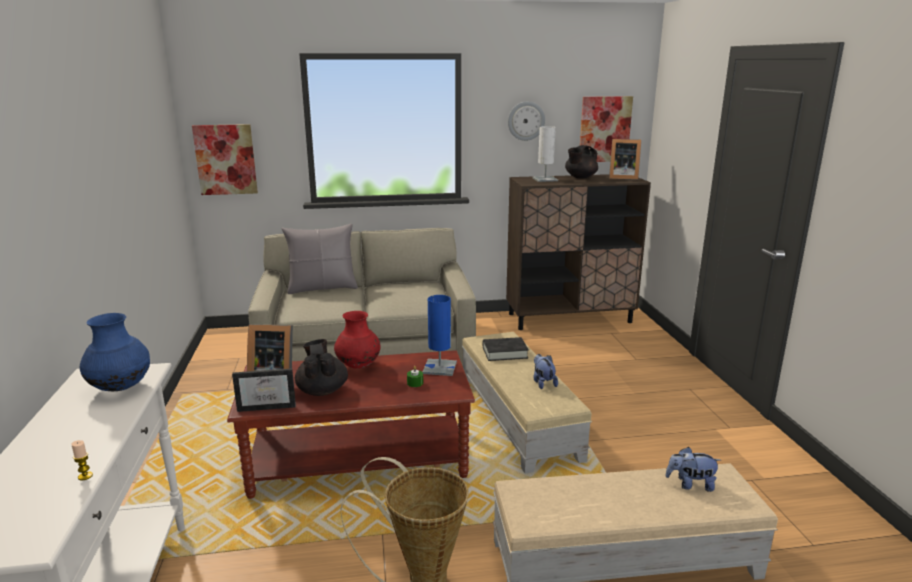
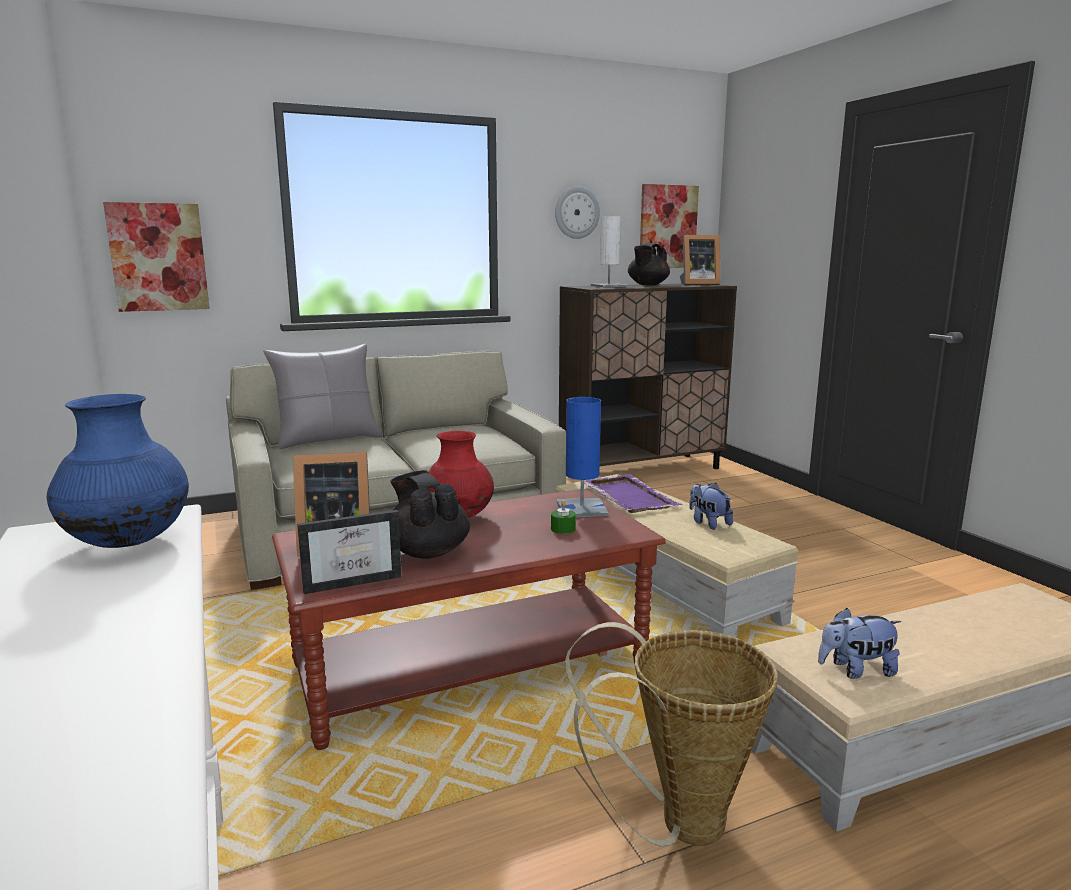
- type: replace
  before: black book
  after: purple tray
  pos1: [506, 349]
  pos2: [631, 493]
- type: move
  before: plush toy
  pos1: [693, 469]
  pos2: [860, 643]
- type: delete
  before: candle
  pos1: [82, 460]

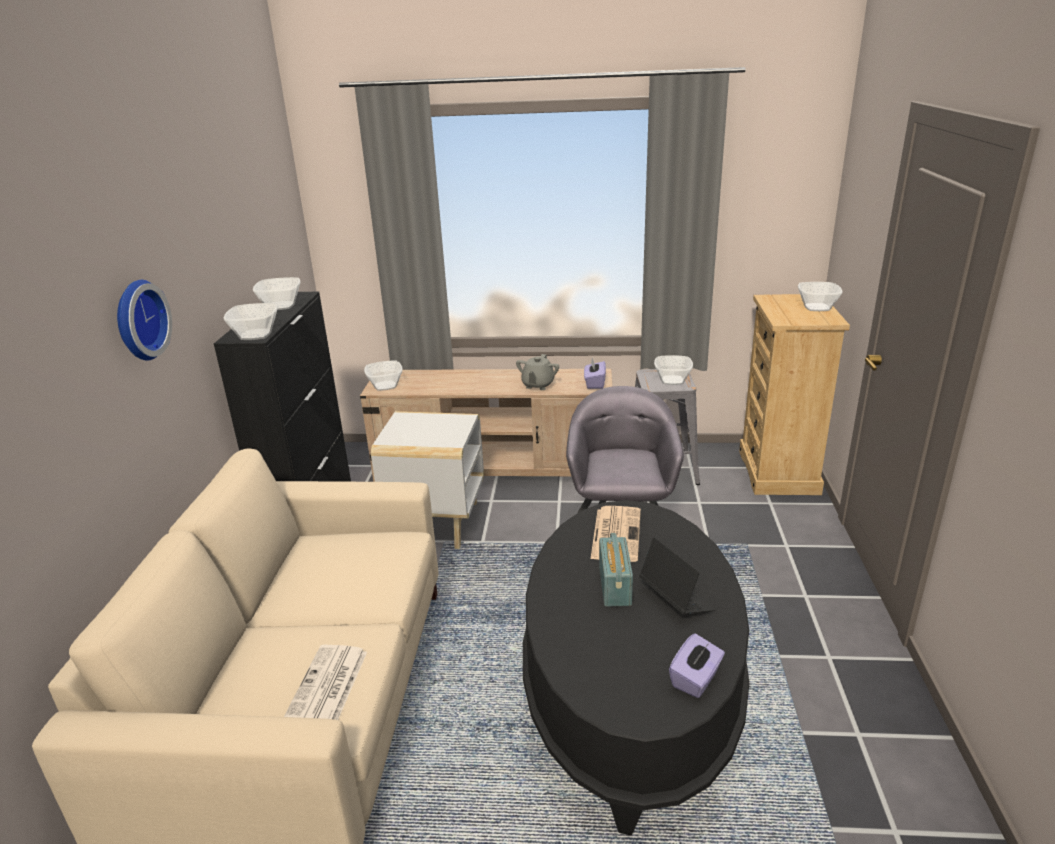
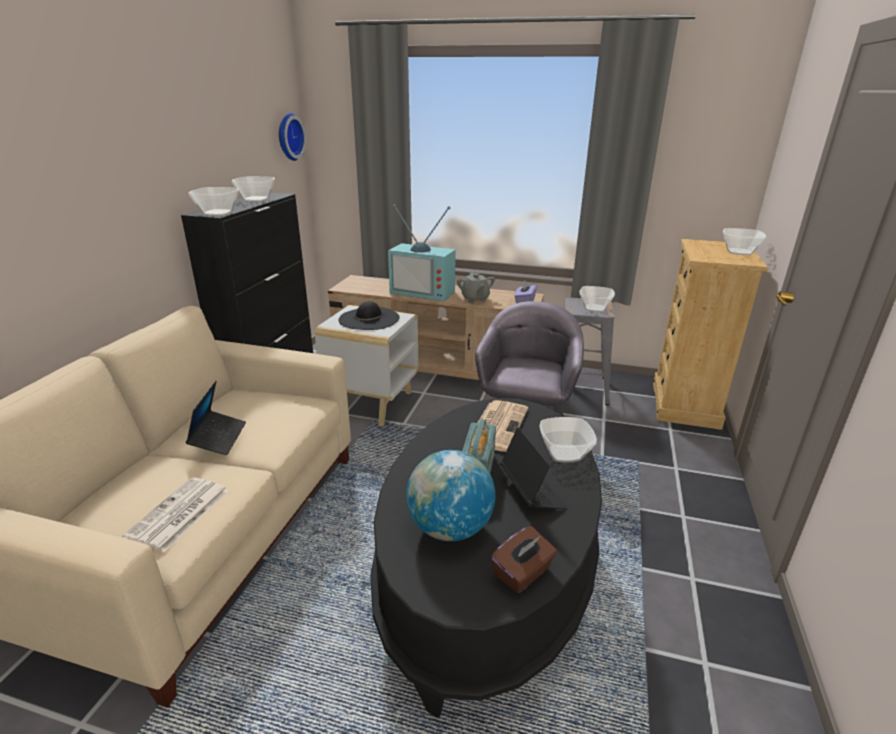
- type: insert
  after: laptop
  pos2: [216, 418]
- type: move
  before: wall clock
  pos1: [144, 320]
  pos2: [292, 137]
- type: insert
  after: black hat
  pos2: [369, 315]
- type: insert
  after: television
  pos2: [422, 252]
- type: insert
  after: globe
  pos2: [450, 495]
- type: rotate
  before: grey teapot
  pos1: [537, 372]
  pos2: [476, 288]
  turn: -45
- type: recolor
  before: purple tissue box
  after: brown tissue box
  pos1: [697, 665]
  pos2: [524, 559]
- type: move
  before: bowl
  pos1: [383, 376]
  pos2: [568, 440]

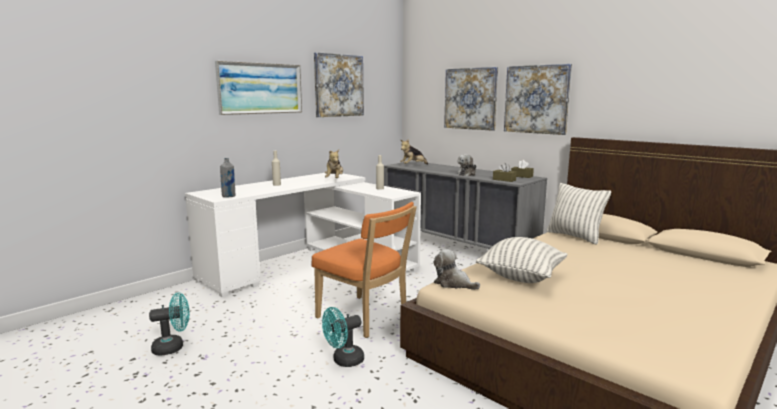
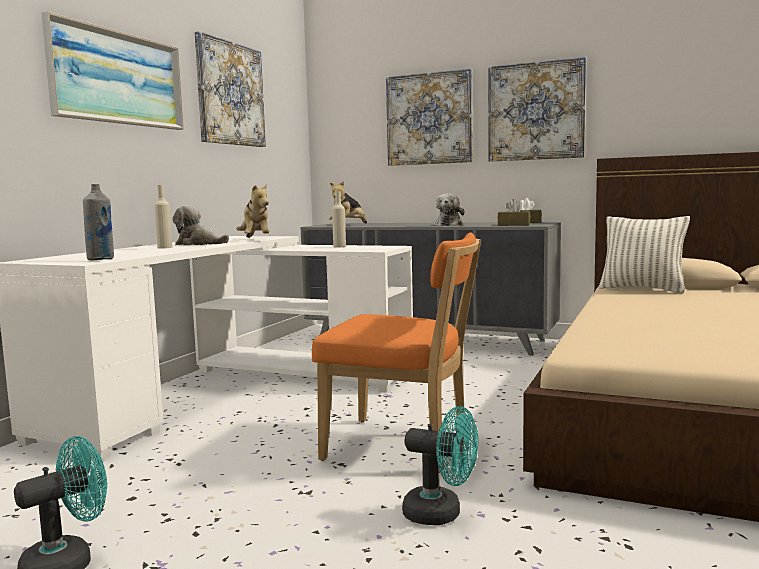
- type: move
  before: plush toy
  pos1: [457, 269]
  pos2: [200, 225]
- type: rotate
  before: turquoise fan
  pos1: [343, 337]
  pos2: [440, 465]
  turn: -105
- type: delete
  before: pillow
  pos1: [522, 260]

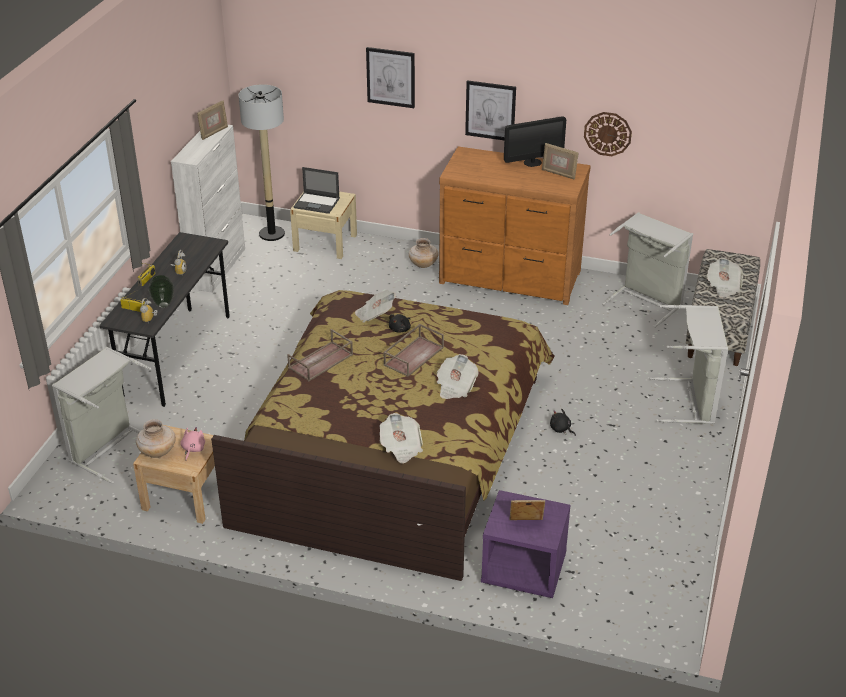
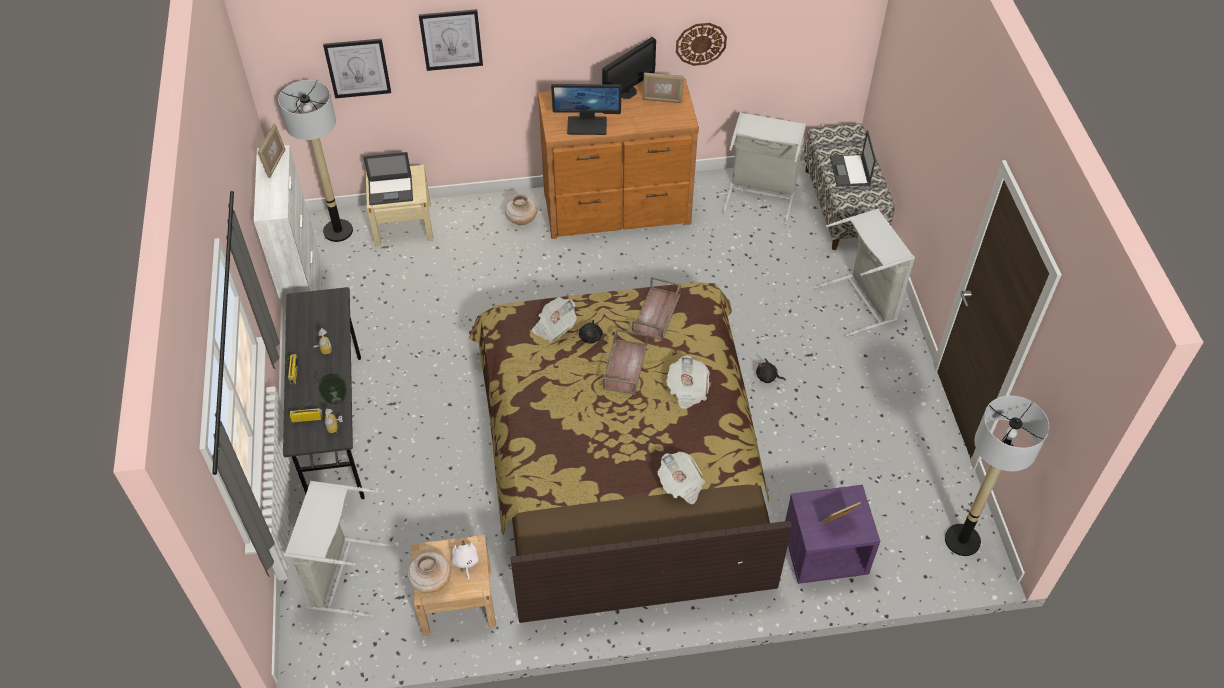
- type: move
  before: picture
  pos1: [490, 110]
  pos2: [357, 68]
- type: recolor
  before: pink plush toy
  after: white plush toy
  pos1: [192, 443]
  pos2: [465, 560]
- type: insert
  after: monitor
  pos2: [586, 109]
- type: move
  before: brown tray
  pos1: [320, 355]
  pos2: [656, 308]
- type: replace
  before: newspaper
  after: laptop
  pos1: [724, 278]
  pos2: [853, 158]
- type: insert
  after: floor lamp
  pos2: [997, 476]

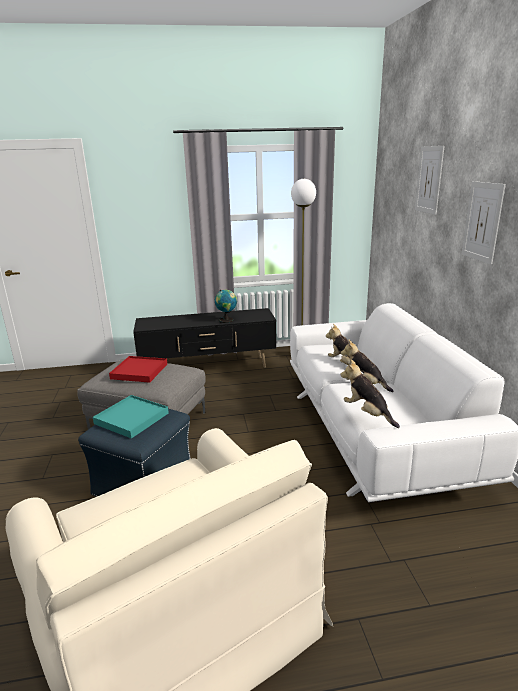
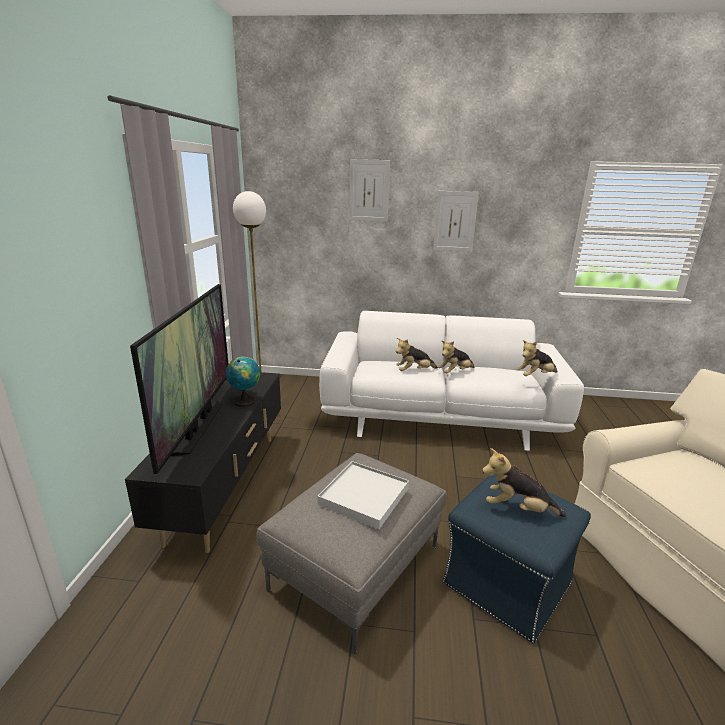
- type: insert
  after: television
  pos2: [179, 379]
- type: recolor
  before: red tray
  after: white tray
  pos1: [138, 369]
  pos2: [363, 495]
- type: replace
  before: turquoise tray
  after: plush toy
  pos1: [131, 417]
  pos2: [524, 482]

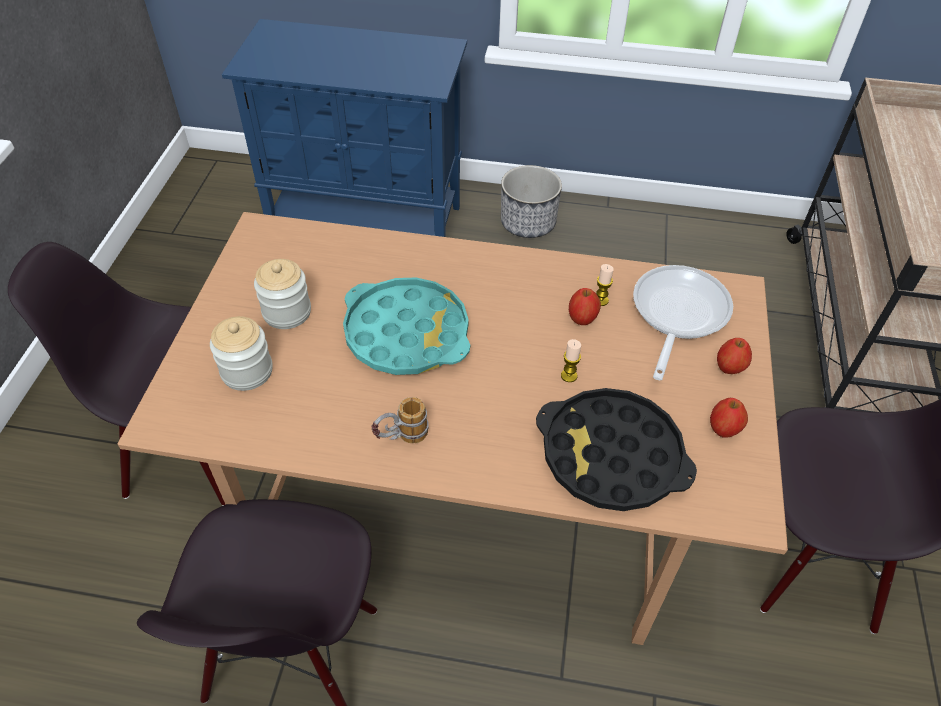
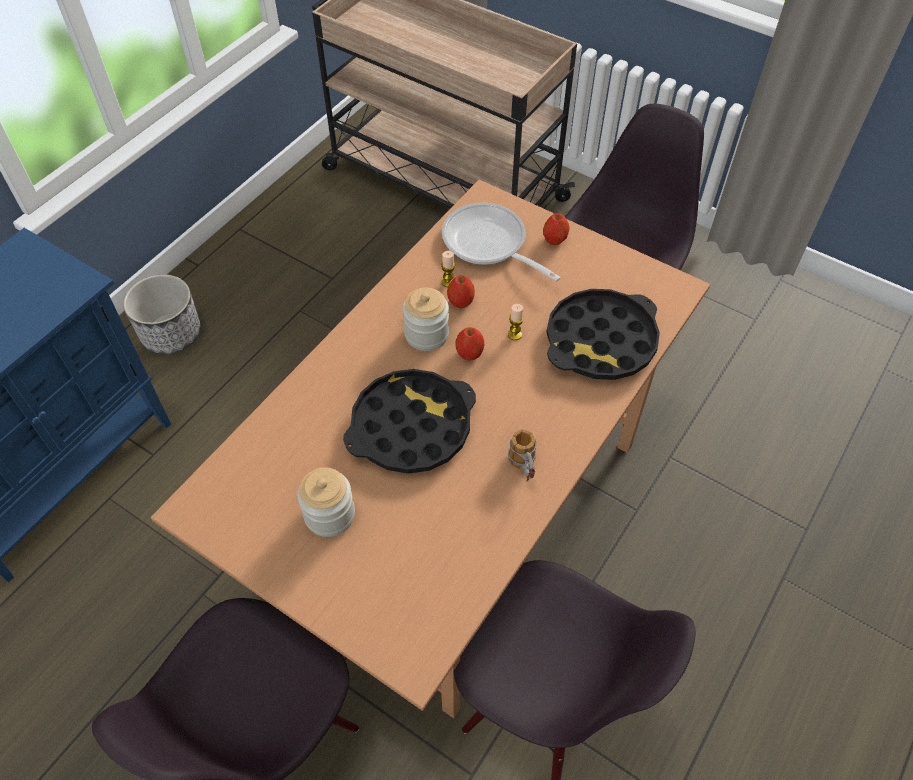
- type: recolor
  before: turquoise tray
  after: black tray
  pos1: [406, 326]
  pos2: [409, 421]
- type: move
  before: jar
  pos1: [241, 353]
  pos2: [426, 319]
- type: move
  before: apple
  pos1: [729, 418]
  pos2: [469, 344]

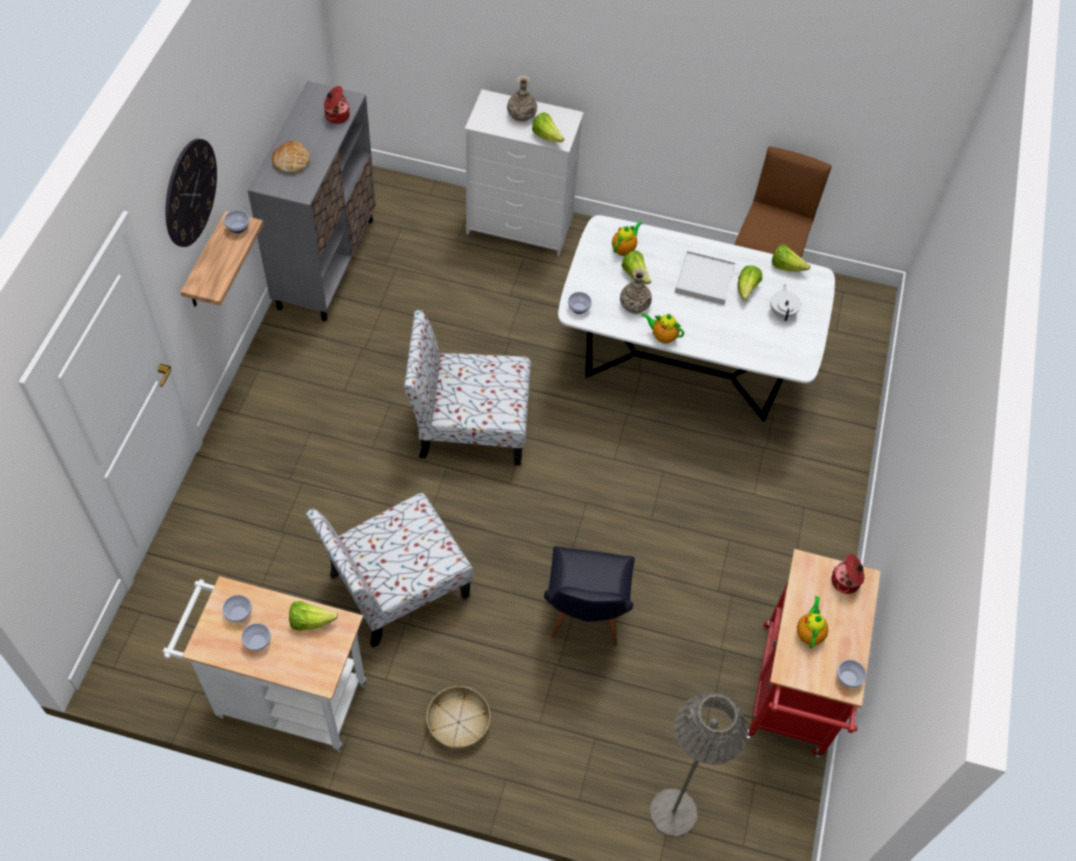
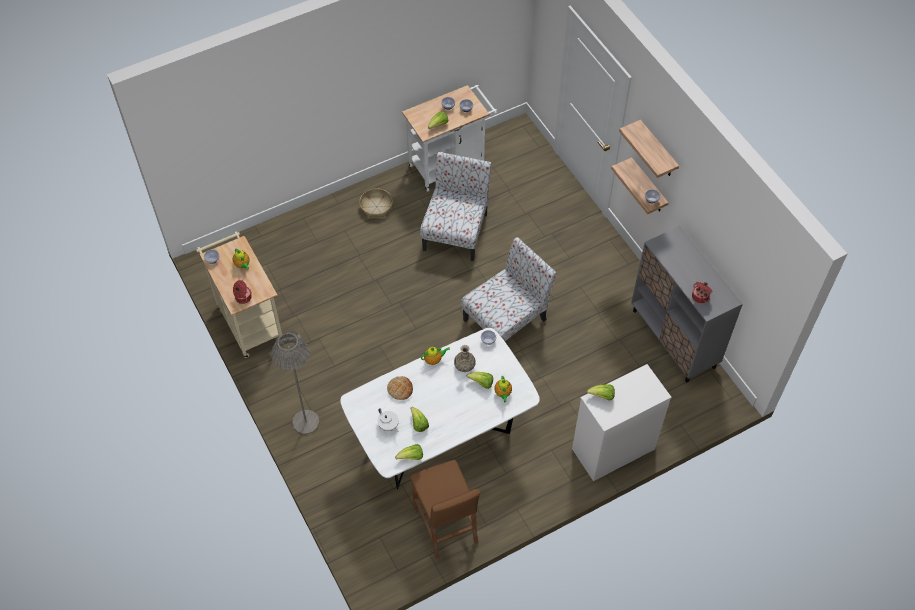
- type: recolor
  before: red cart
  after: beige cart
  pos1: [814, 653]
  pos2: [239, 294]
- type: move
  before: grey floor lamp
  pos1: [698, 764]
  pos2: [295, 382]
- type: move
  before: bread
  pos1: [291, 157]
  pos2: [400, 388]
- type: replace
  before: wall clock
  after: shelf
  pos1: [191, 193]
  pos2: [649, 149]
- type: delete
  before: vase
  pos1: [522, 98]
- type: delete
  before: black chair
  pos1: [589, 596]
- type: delete
  before: white tray
  pos1: [705, 278]

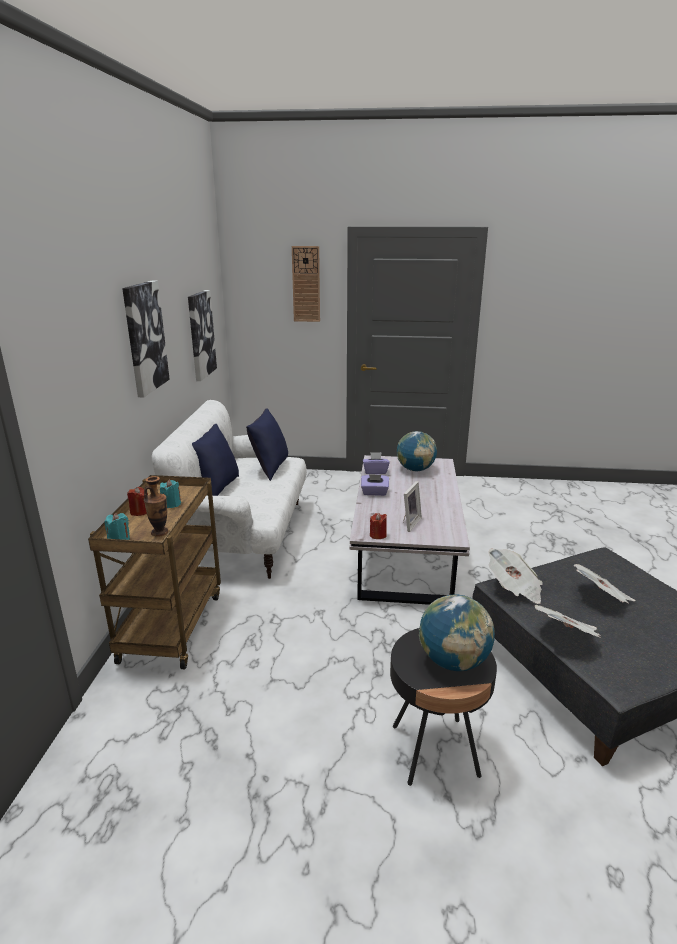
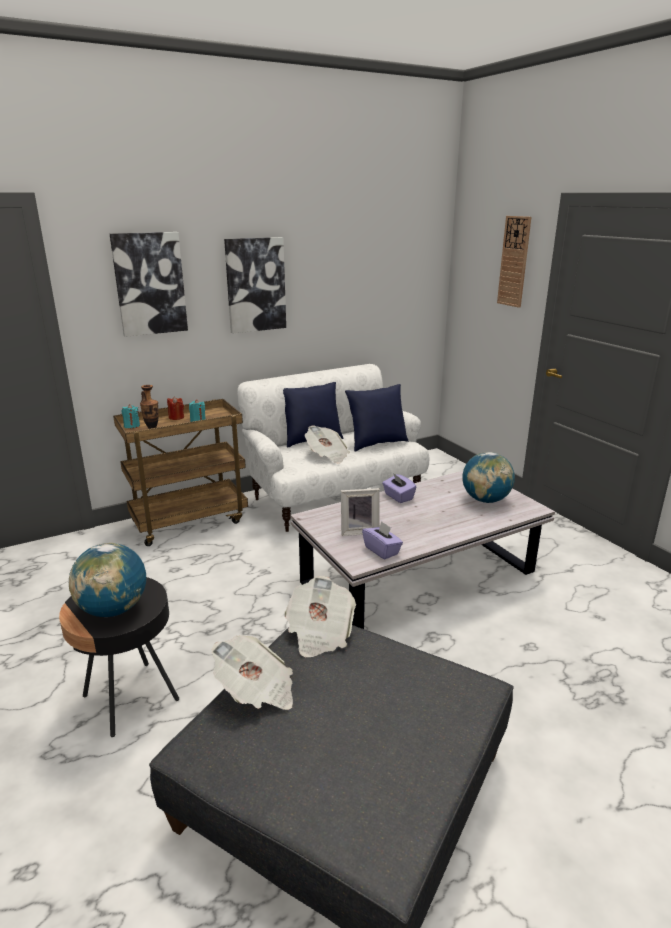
- type: move
  before: picture
  pos1: [202, 335]
  pos2: [149, 284]
- type: move
  before: newspaper
  pos1: [604, 583]
  pos2: [327, 445]
- type: move
  before: purple tissue box
  pos1: [376, 463]
  pos2: [382, 540]
- type: delete
  before: red candle
  pos1: [378, 526]

